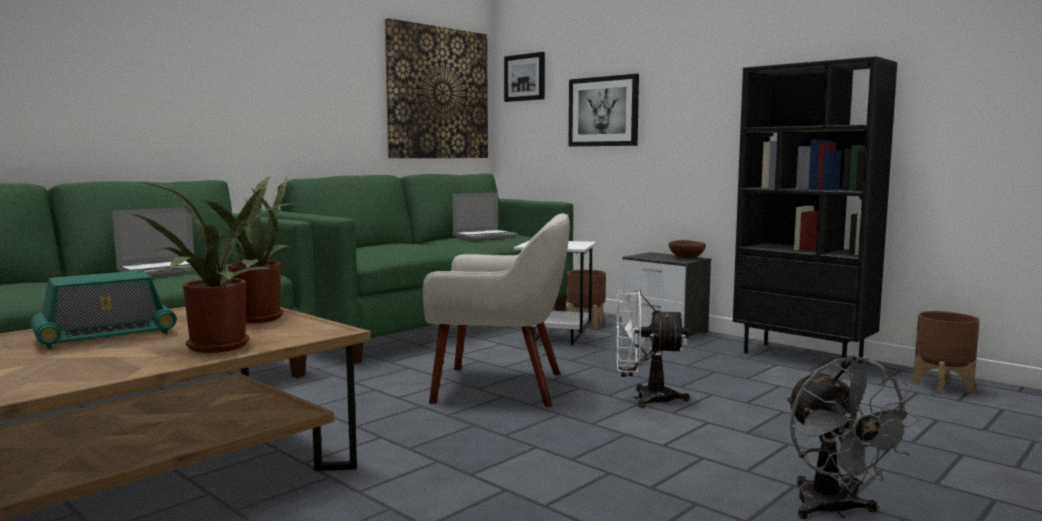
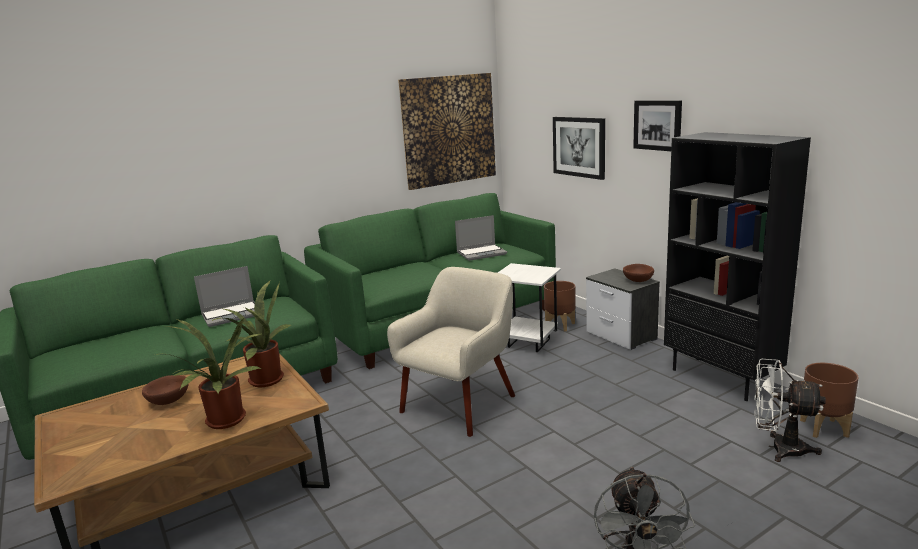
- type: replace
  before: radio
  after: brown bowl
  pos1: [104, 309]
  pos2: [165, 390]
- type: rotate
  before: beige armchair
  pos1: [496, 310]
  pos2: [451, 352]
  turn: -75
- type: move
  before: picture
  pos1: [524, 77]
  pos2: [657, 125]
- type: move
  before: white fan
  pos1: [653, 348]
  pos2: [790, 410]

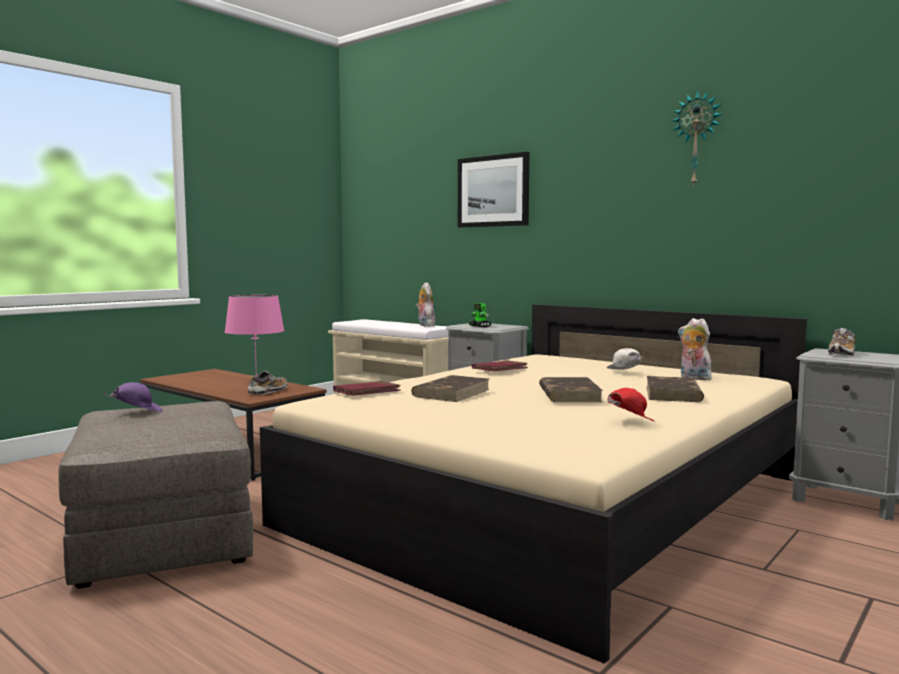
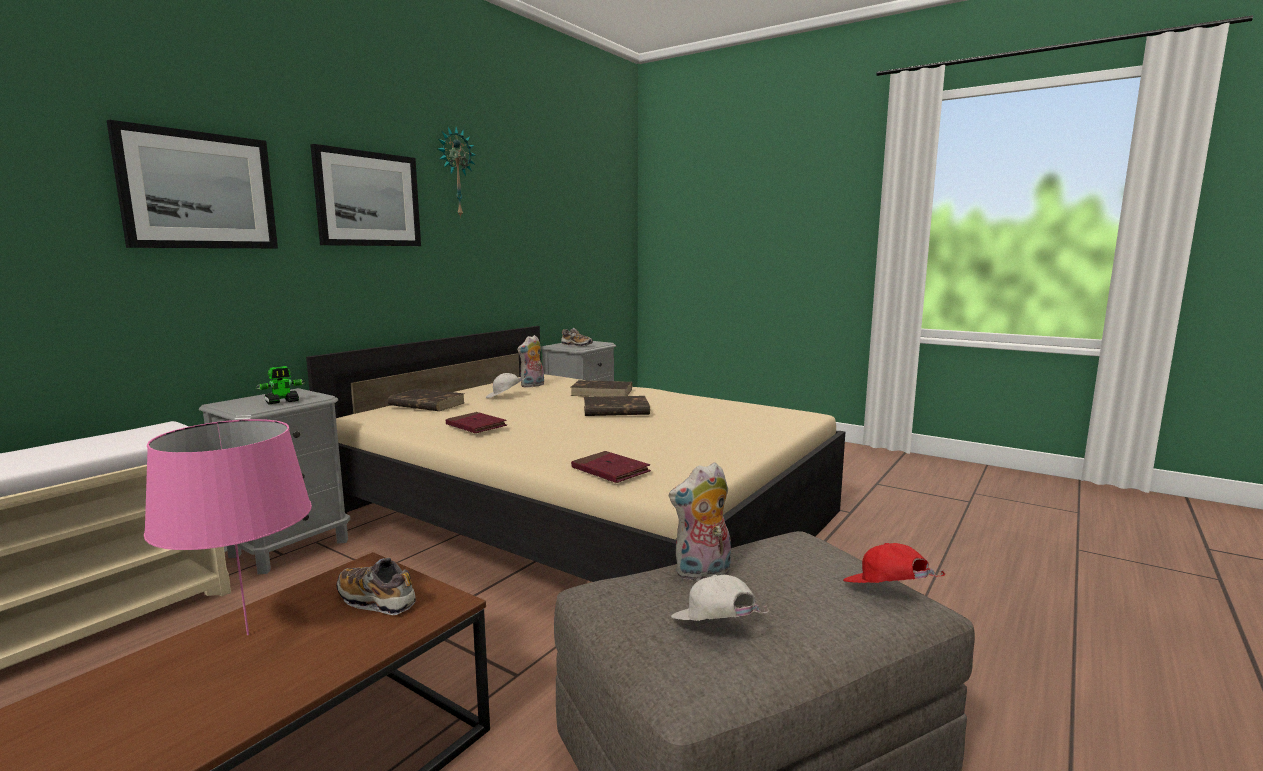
- type: insert
  after: picture
  pos2: [365, 195]
- type: move
  before: brown book
  pos1: [450, 388]
  pos2: [426, 399]
- type: move
  before: plush toy
  pos1: [425, 305]
  pos2: [700, 522]
- type: recolor
  before: purple cap
  after: white cap
  pos1: [133, 397]
  pos2: [720, 598]
- type: move
  before: red cap
  pos1: [631, 405]
  pos2: [894, 563]

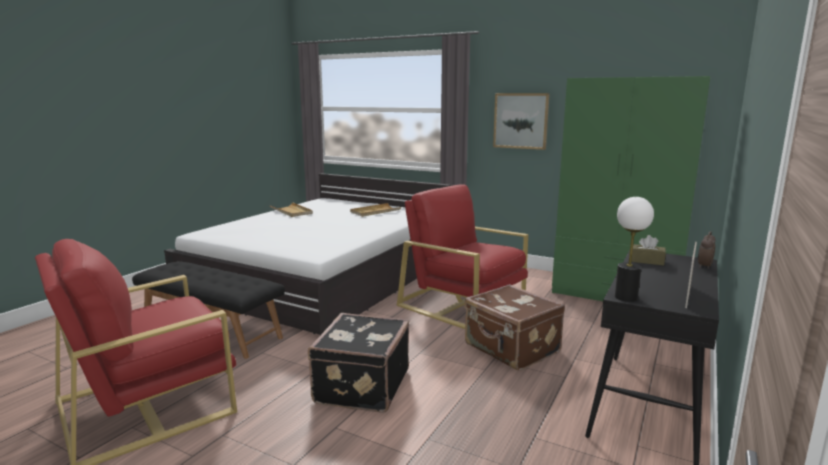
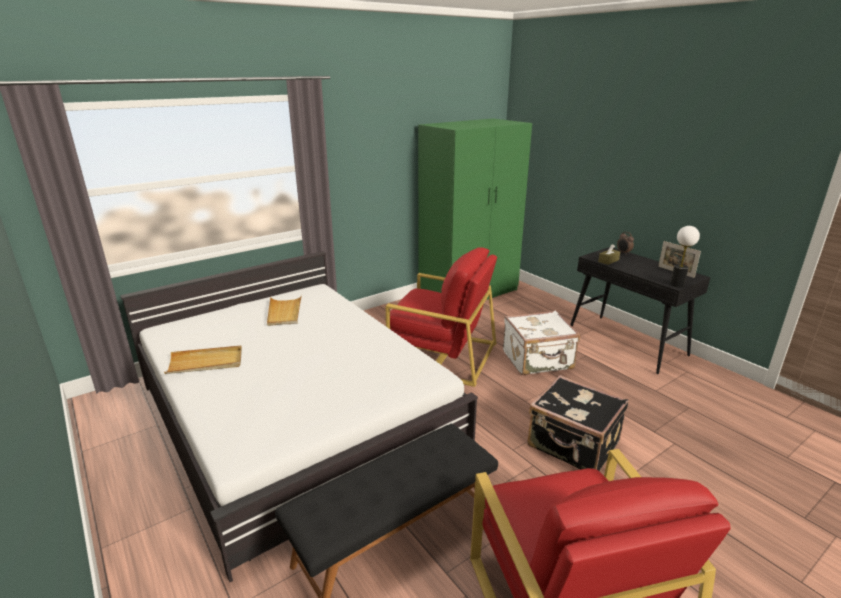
- type: rotate
  before: red armchair
  pos1: [462, 256]
  pos2: [441, 317]
  turn: -135
- type: recolor
  before: brown suitcase
  after: white suitcase
  pos1: [514, 327]
  pos2: [541, 343]
- type: delete
  before: picture
  pos1: [521, 121]

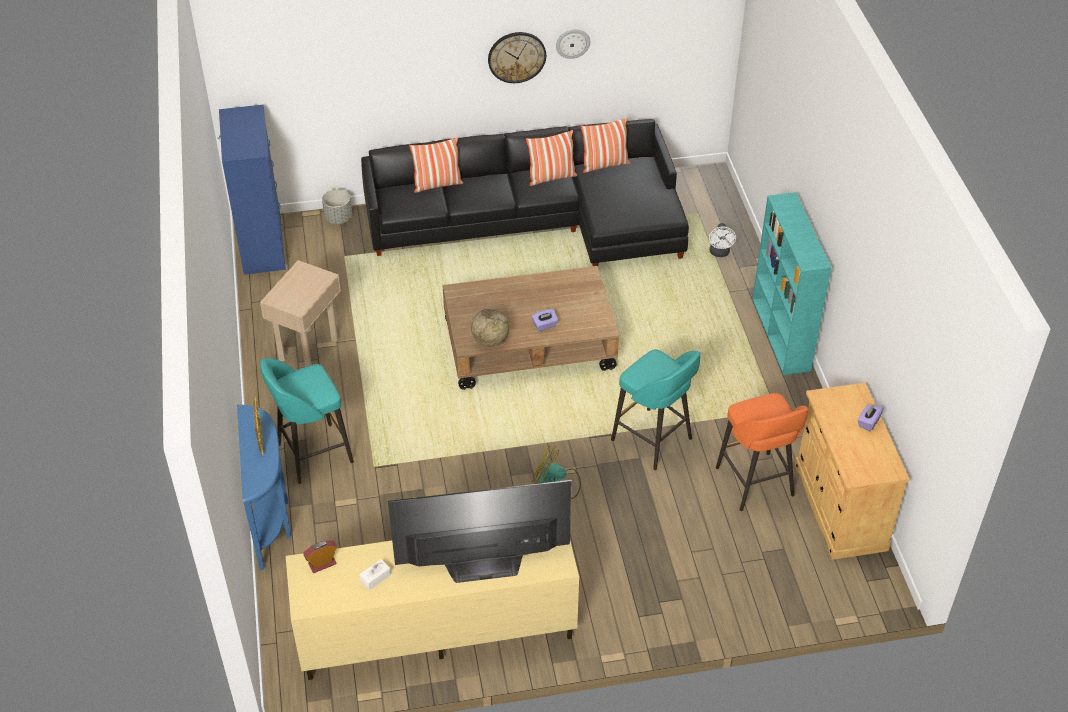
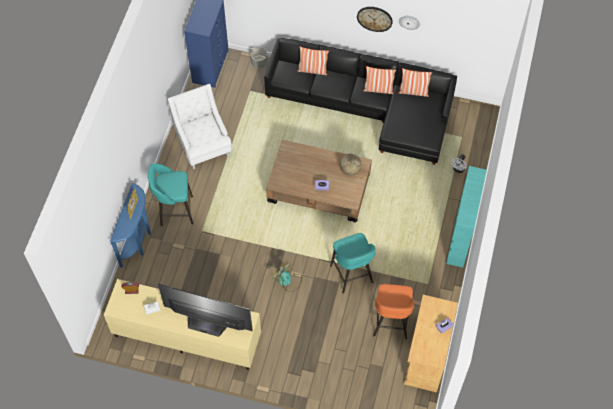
- type: replace
  before: beige side table
  after: white armchair
  pos1: [300, 313]
  pos2: [200, 126]
- type: move
  before: globe
  pos1: [490, 327]
  pos2: [350, 164]

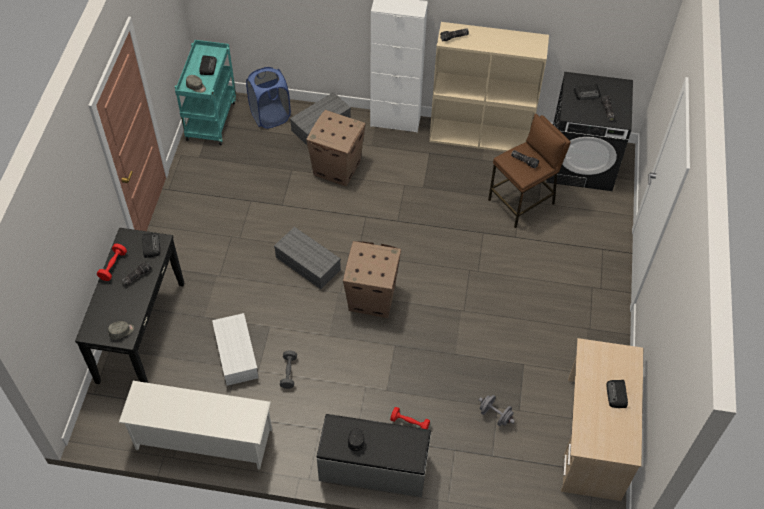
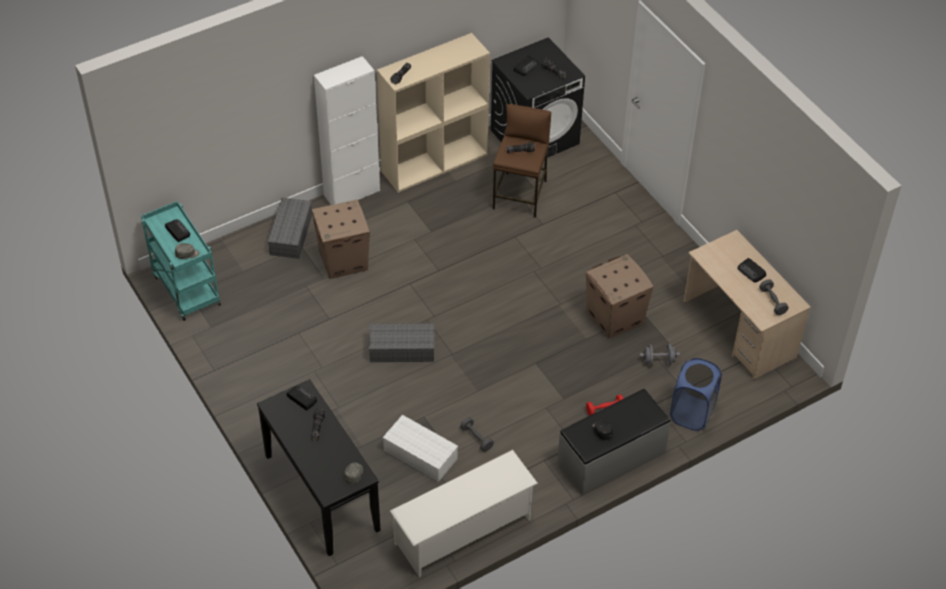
- type: move
  before: cardboard box
  pos1: [372, 279]
  pos2: [620, 296]
- type: move
  before: blue laundry basket
  pos1: [268, 98]
  pos2: [696, 394]
- type: insert
  after: grey dumbbell
  pos2: [774, 297]
- type: delete
  before: red dumbbell
  pos1: [112, 262]

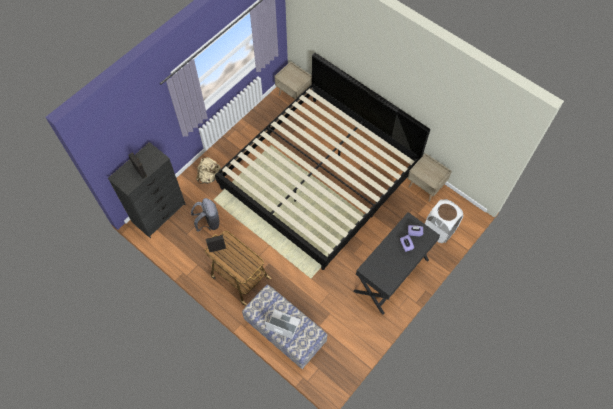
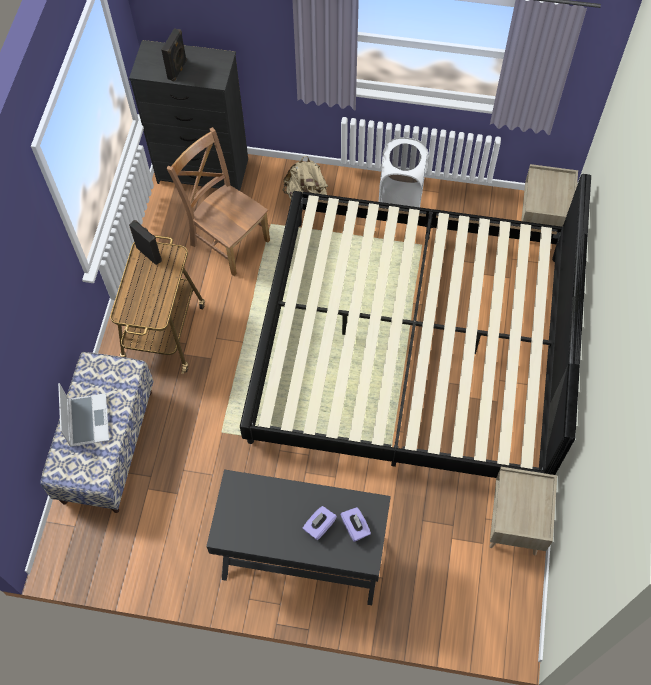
- type: replace
  before: grey backpack
  after: brown chair
  pos1: [205, 215]
  pos2: [218, 201]
- type: move
  before: white laundry basket
  pos1: [444, 221]
  pos2: [404, 172]

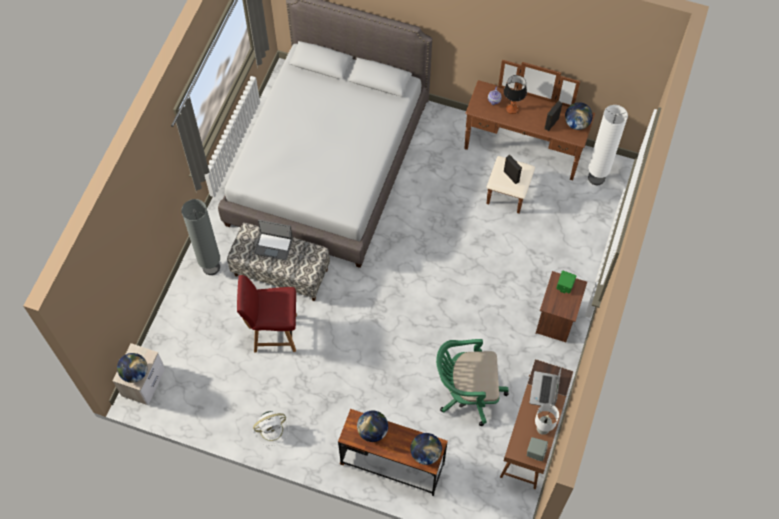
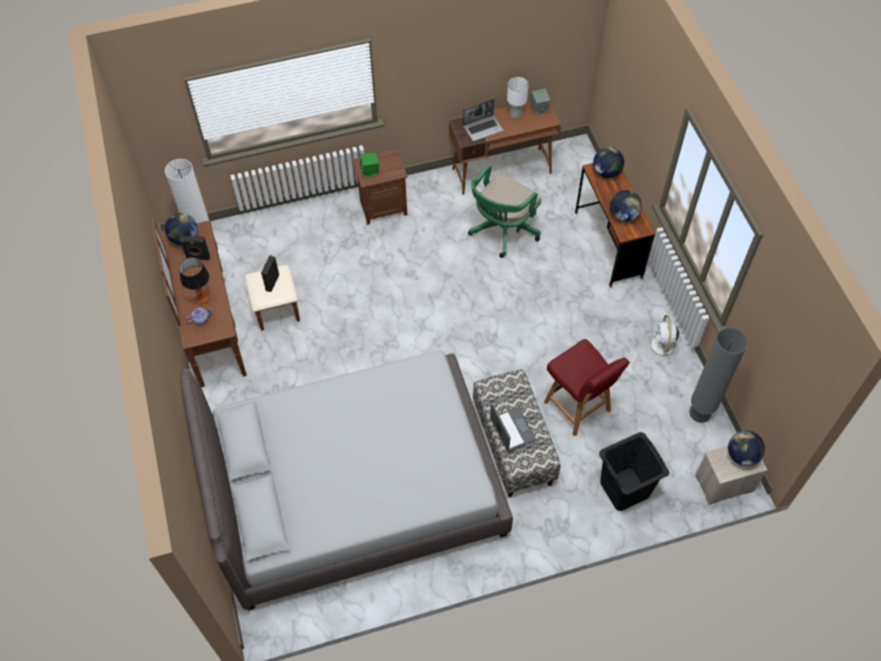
- type: rotate
  before: green office chair
  pos1: [472, 382]
  pos2: [504, 211]
  turn: 75
- type: insert
  after: black laundry basket
  pos2: [634, 471]
- type: rotate
  before: white fan
  pos1: [271, 428]
  pos2: [663, 338]
  turn: -120
- type: move
  before: grey floor lamp
  pos1: [200, 237]
  pos2: [719, 375]

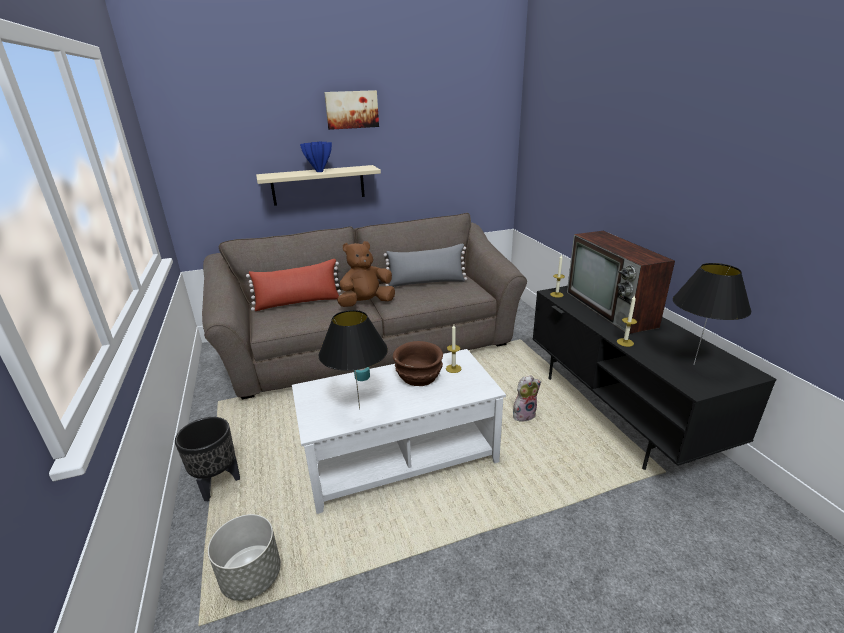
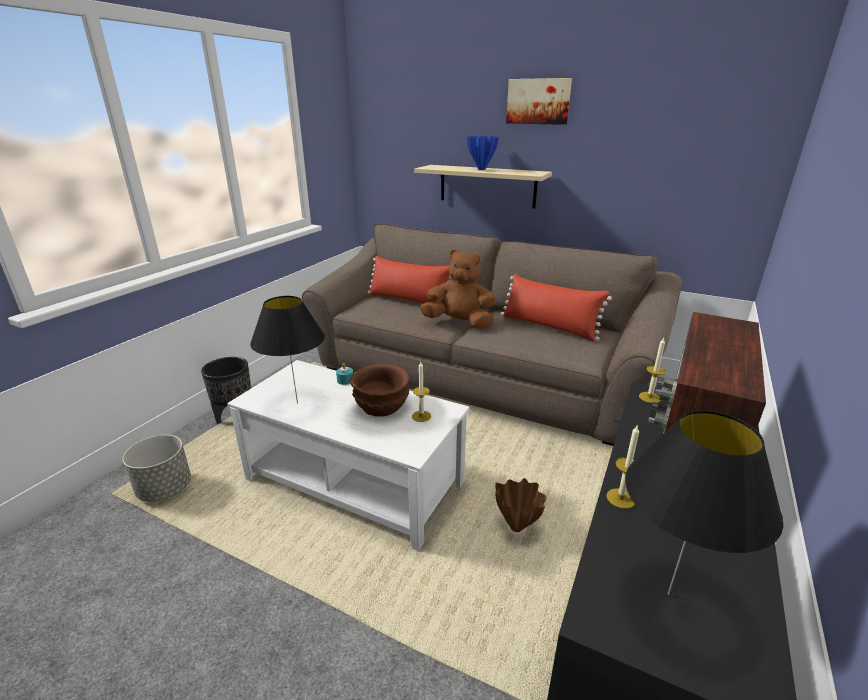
- type: replace
  before: plush toy
  after: brown vase
  pos1: [527, 398]
  pos2: [520, 505]
- type: recolor
  before: grey pillow
  after: red pillow
  pos1: [425, 265]
  pos2: [556, 308]

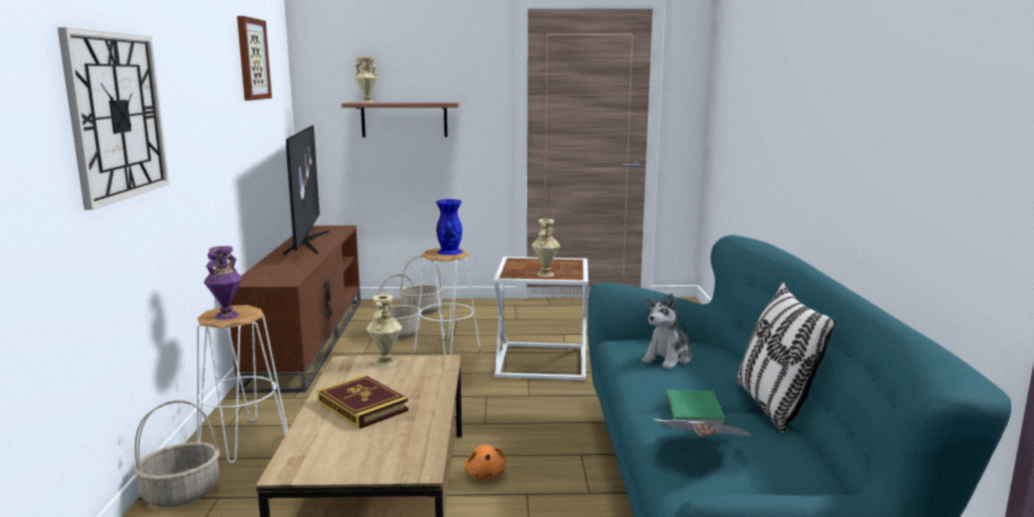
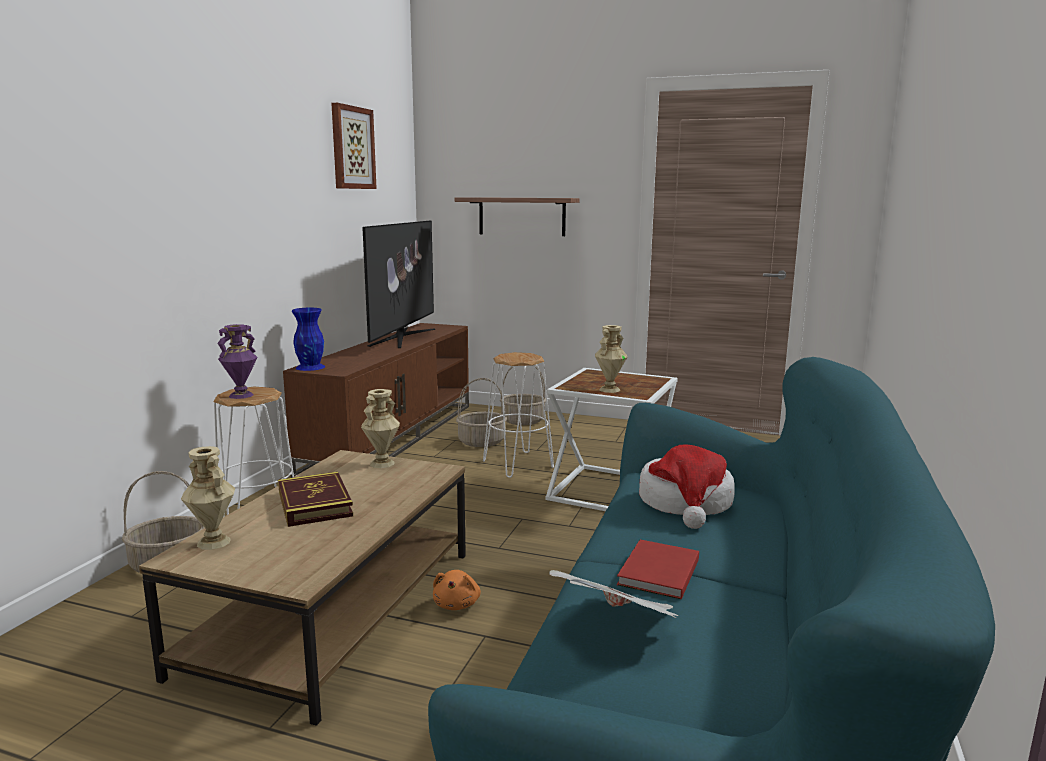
- type: move
  before: beige vase
  pos1: [366, 80]
  pos2: [208, 498]
- type: move
  before: blue vase
  pos1: [449, 227]
  pos2: [308, 339]
- type: recolor
  before: green book
  after: red book
  pos1: [696, 407]
  pos2: [658, 569]
- type: replace
  before: plush toy
  after: hat
  pos1: [667, 331]
  pos2: [686, 486]
- type: delete
  before: wall clock
  pos1: [113, 118]
- type: delete
  before: pillow
  pos1: [786, 357]

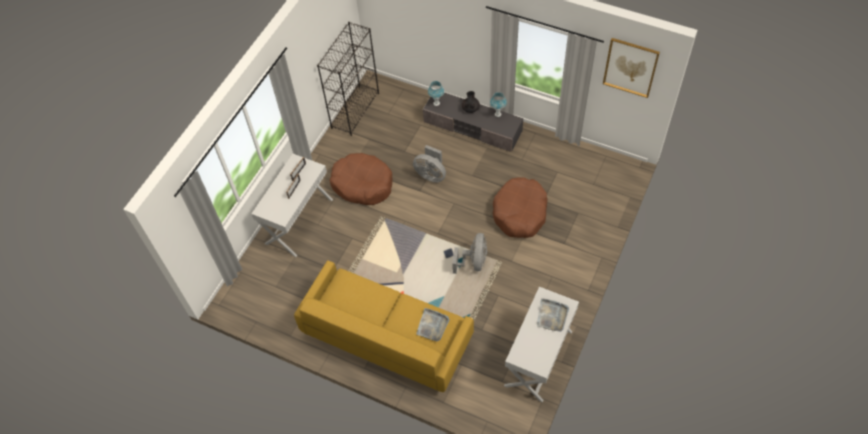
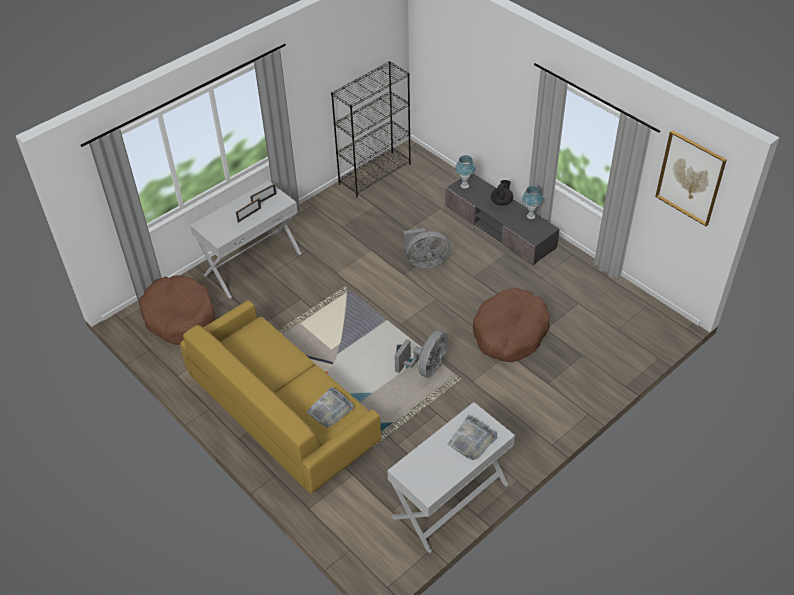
- type: move
  before: brown dog bed
  pos1: [361, 179]
  pos2: [177, 310]
- type: rotate
  before: grey fan
  pos1: [429, 163]
  pos2: [426, 248]
  turn: -60

